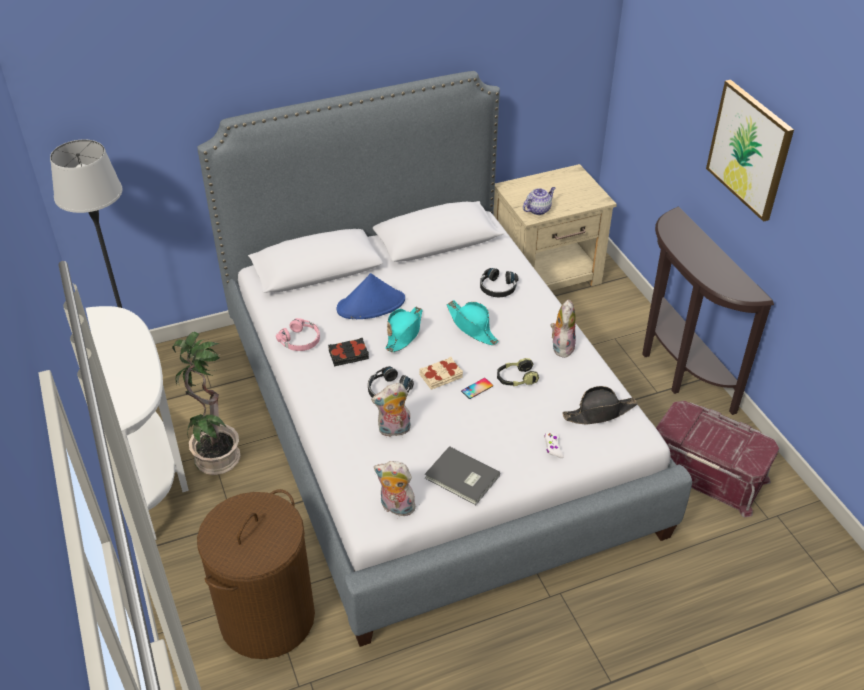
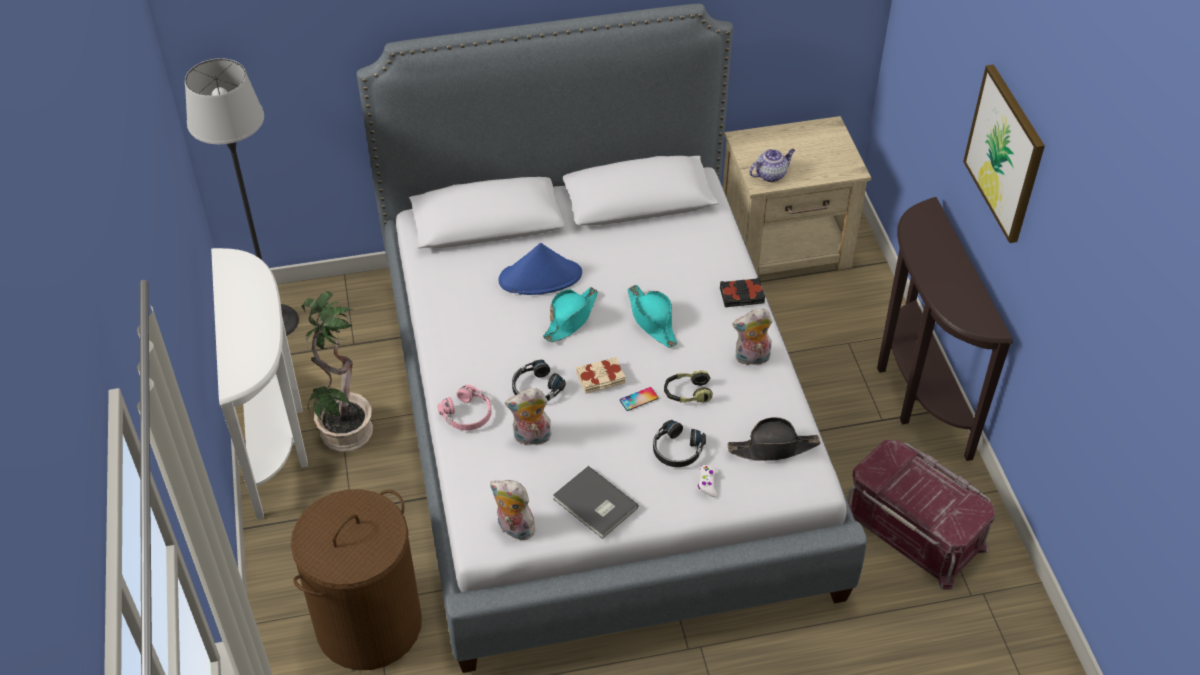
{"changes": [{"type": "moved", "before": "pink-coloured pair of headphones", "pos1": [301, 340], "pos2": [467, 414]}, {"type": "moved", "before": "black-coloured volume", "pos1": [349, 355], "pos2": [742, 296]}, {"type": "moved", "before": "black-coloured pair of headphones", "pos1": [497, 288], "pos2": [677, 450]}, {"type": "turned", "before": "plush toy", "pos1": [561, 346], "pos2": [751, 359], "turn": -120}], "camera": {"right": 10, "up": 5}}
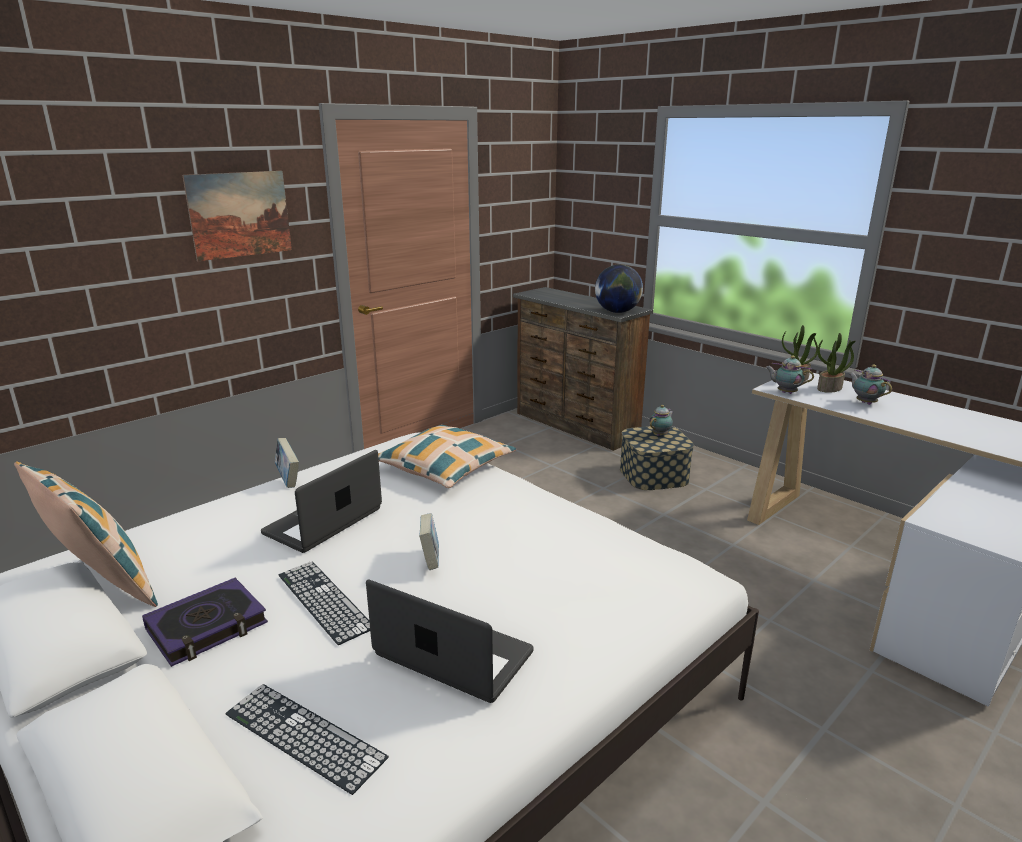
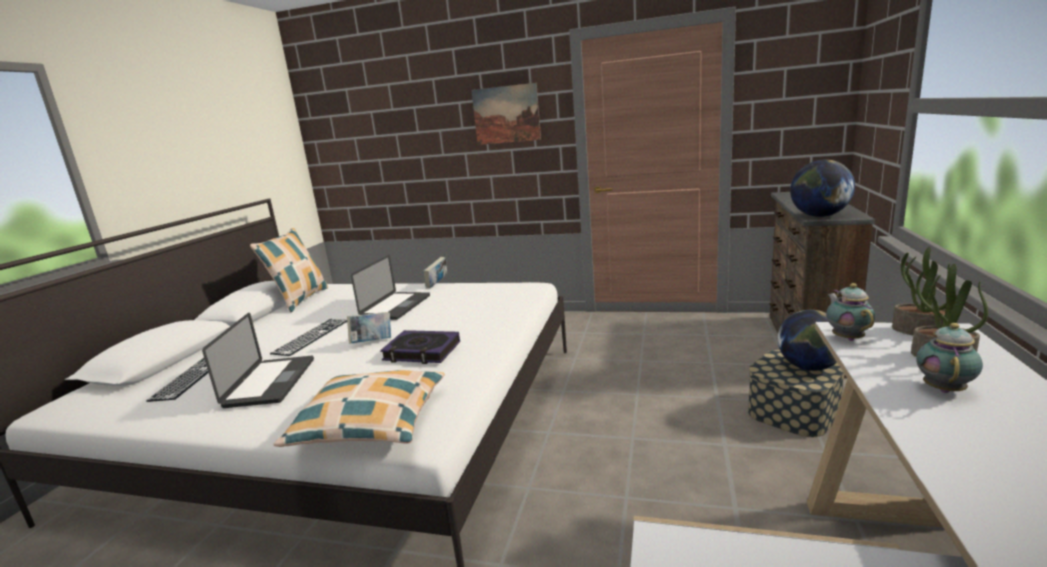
{"changes": [{"type": "moved", "before": "volume", "pos1": [207, 627], "pos2": [422, 352]}, {"type": "moved", "before": "pillow", "pos1": [445, 466], "pos2": [371, 421]}, {"type": "replaced", "before": "teapot", "after": "desk globe", "pos1": [660, 434], "pos2": [808, 367]}, {"type": "turned", "before": "portable computer", "pos1": [323, 521], "pos2": [396, 307], "turn": 105}], "camera": {"right": 60, "up": -5}}
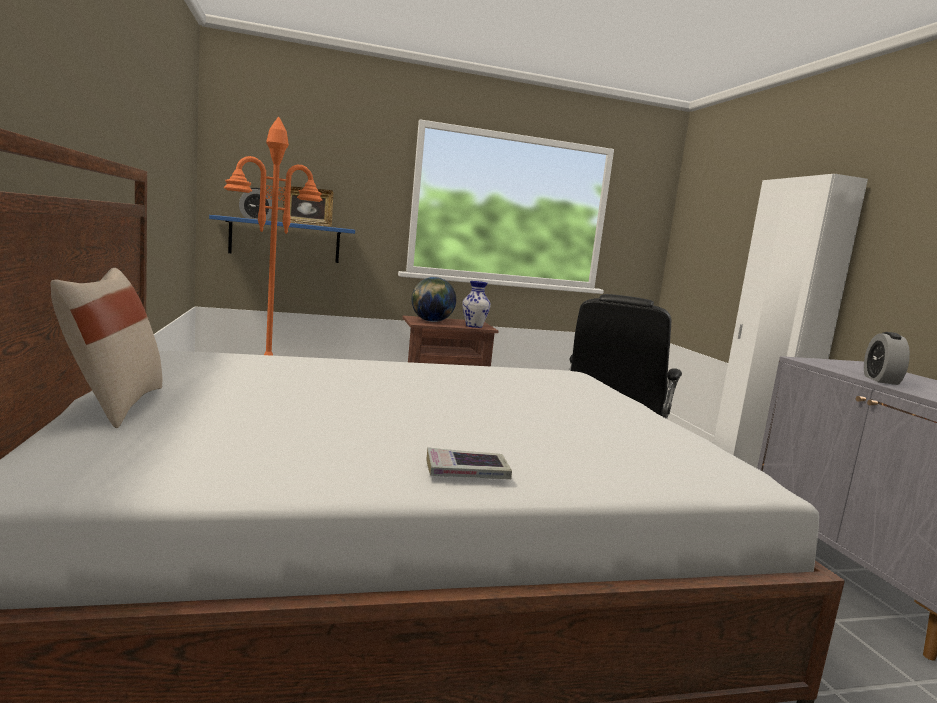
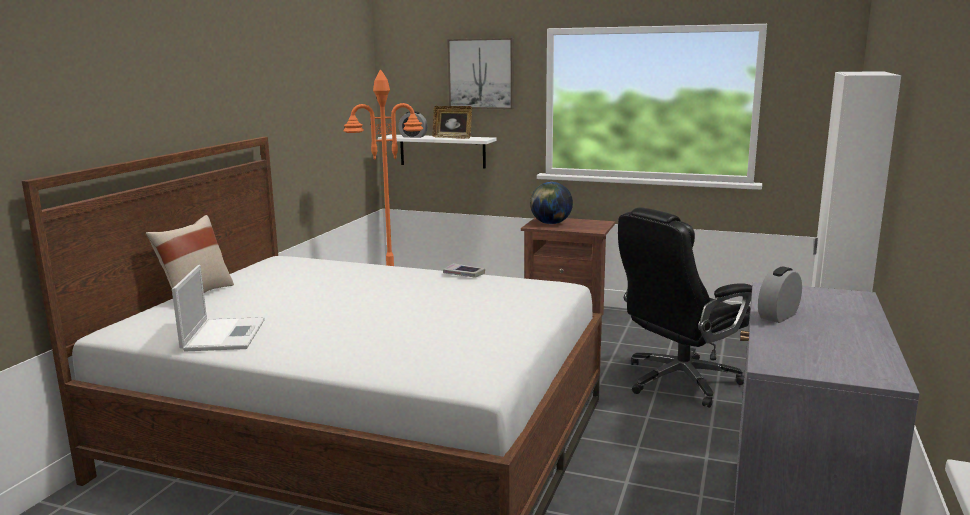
{"changes": [{"type": "removed", "before": "vase", "pos1": [473, 326]}, {"type": "added", "after": "portable computer", "pos2": [224, 334]}, {"type": "added", "after": "picture", "pos2": [481, 73]}, {"type": "moved", "before": "volume", "pos1": [467, 472], "pos2": [464, 274]}, {"type": "recoloured", "before": "bluish bracket shelf", "after": "whitish bracket shelf", "pos1": [285, 240], "pos2": [442, 151]}], "camera": {"right": 35, "up": 5}}
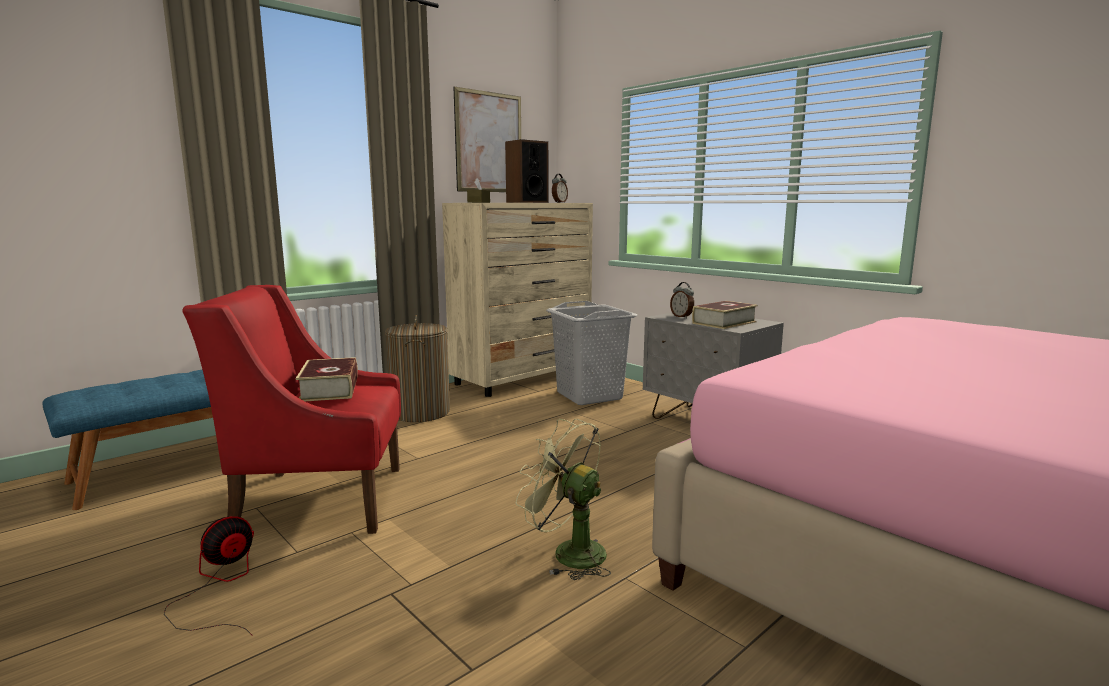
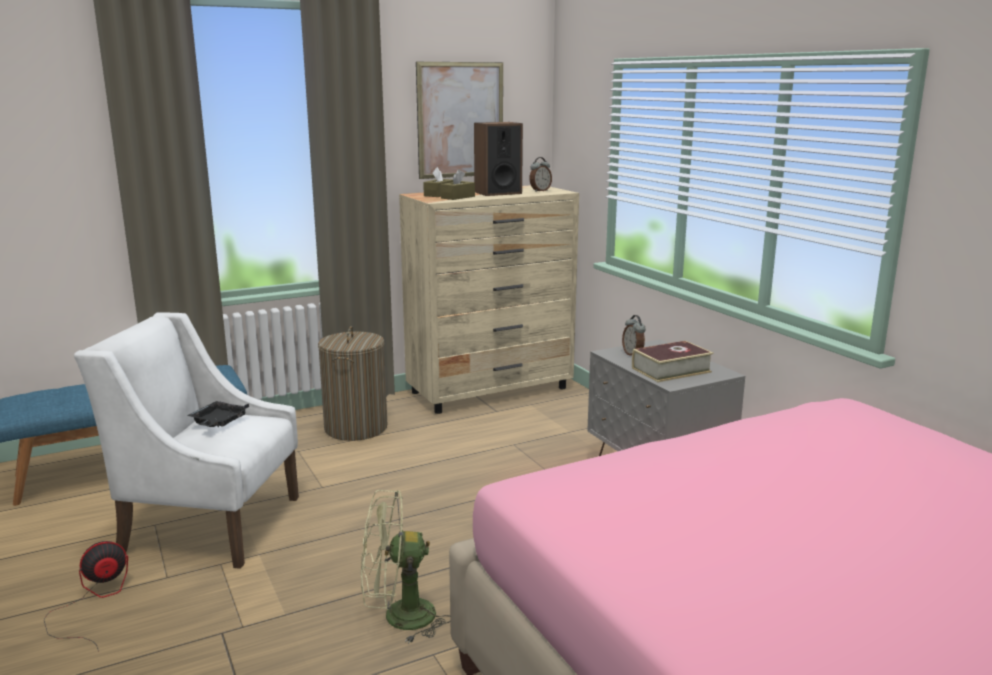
{"changes": [{"type": "removed", "before": "grey laundry basket", "pos1": [589, 396]}, {"type": "added", "after": "brown box of tissues", "pos2": [458, 197]}, {"type": "replaced", "before": "volume", "after": "black-coloured tray", "pos1": [330, 389], "pos2": [218, 422]}, {"type": "recoloured", "before": "red-coloured lounge chair", "after": "whitish lounge chair", "pos1": [319, 500], "pos2": [210, 524]}, {"type": "turned", "before": "greenish fan", "pos1": [568, 552], "pos2": [398, 618], "turn": -60}], "camera": {"right": 15, "up": 5}}
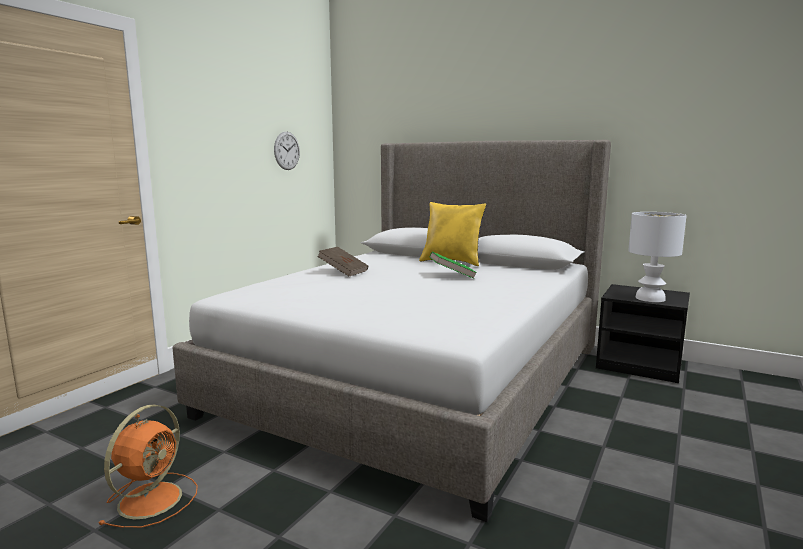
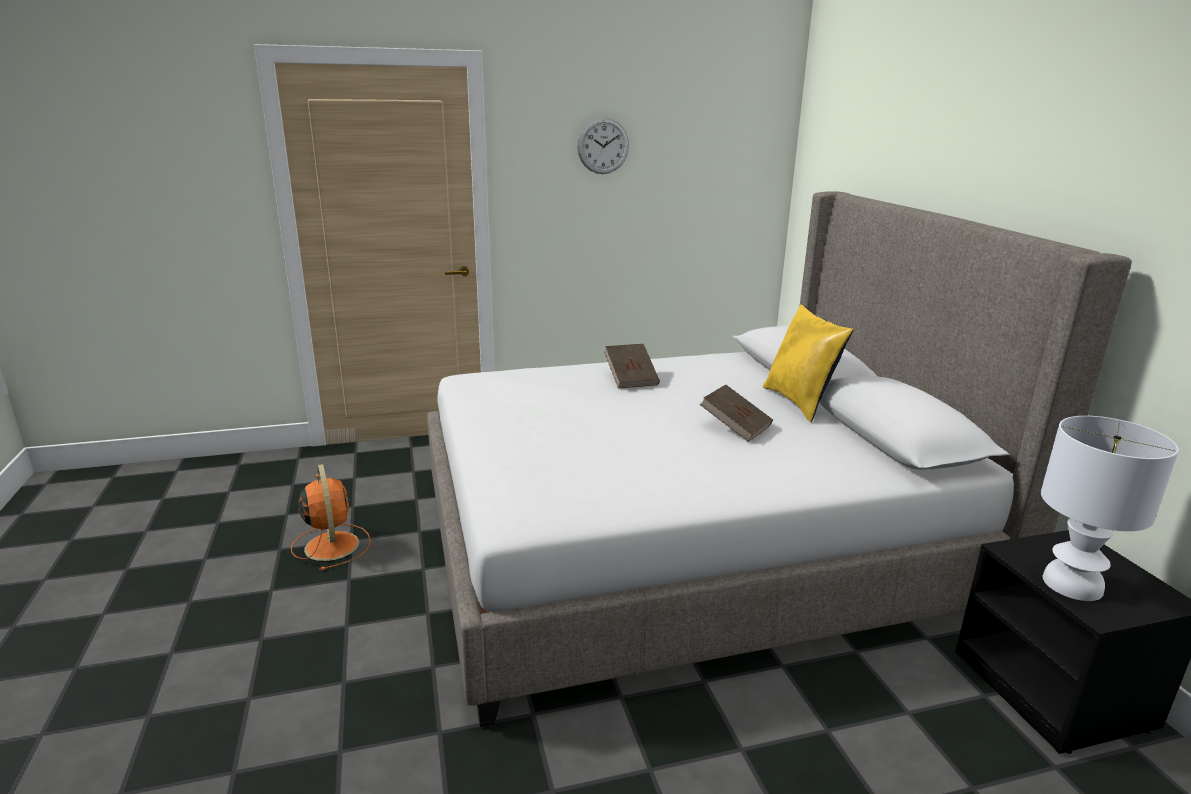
{"changes": [{"type": "moved", "before": "hanging clock", "pos1": [287, 150], "pos2": [603, 146]}, {"type": "recoloured", "before": "greenish volume", "after": "brown volume", "pos1": [452, 276], "pos2": [735, 427]}, {"type": "turned", "before": "orange fan", "pos1": [152, 498], "pos2": [331, 544], "turn": -90}], "camera": {"right": 45, "up": 10}}
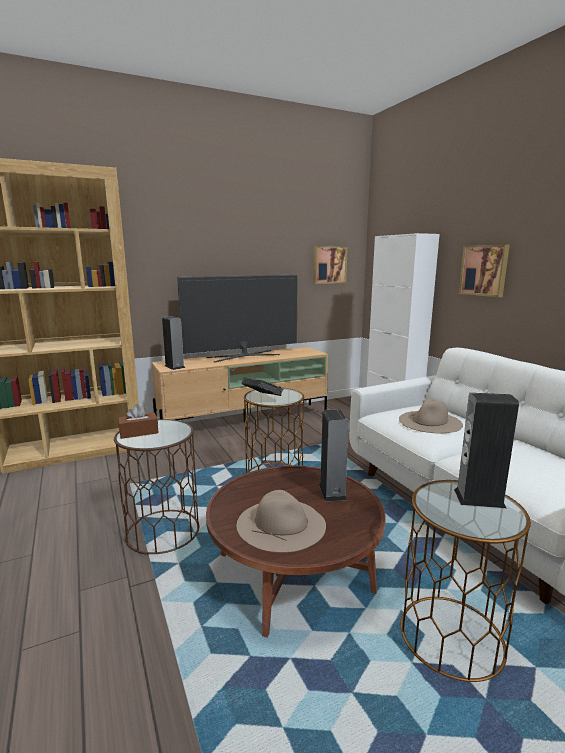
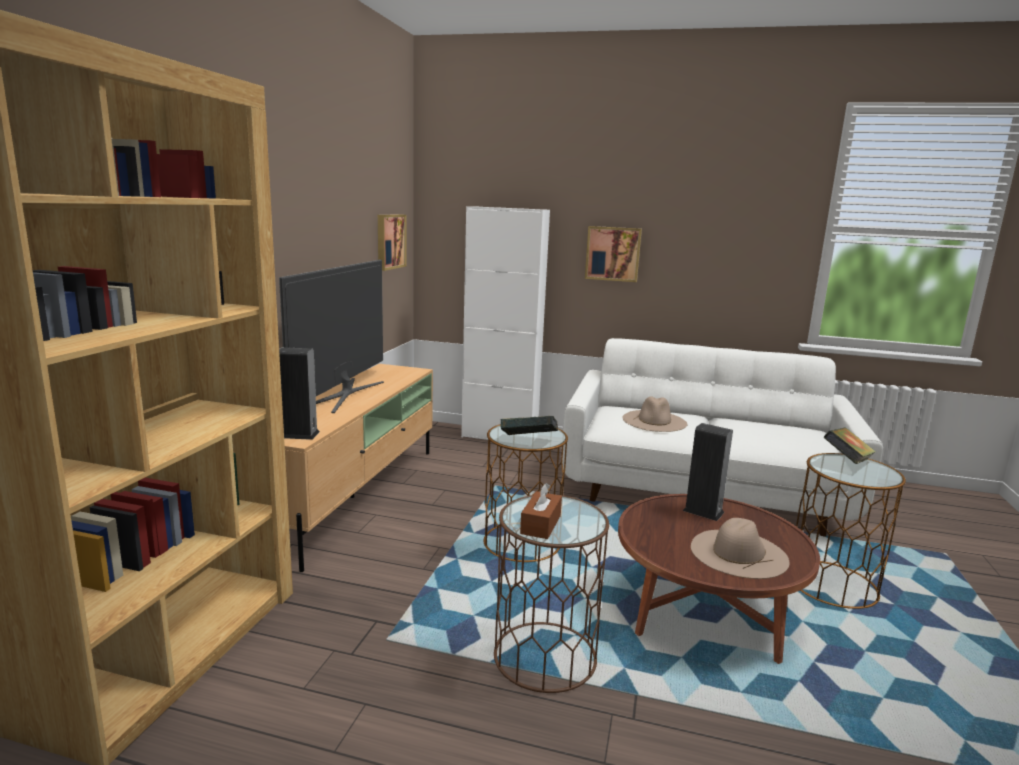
{"changes": [{"type": "replaced", "before": "audio speaker", "after": "volume", "pos1": [479, 498], "pos2": [846, 462]}], "camera": {"right": -50, "up": 0}}
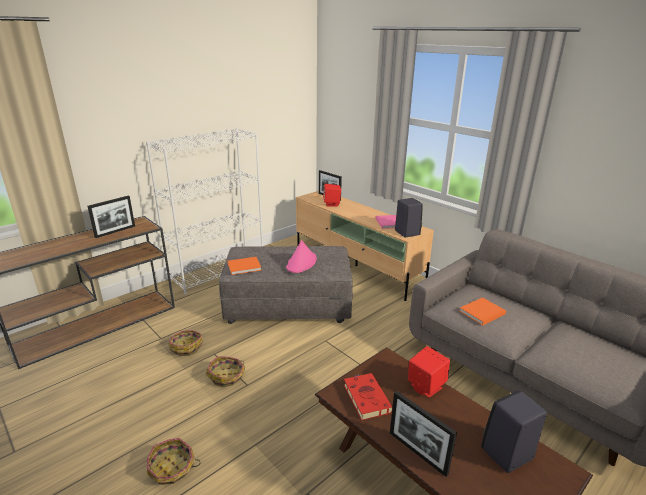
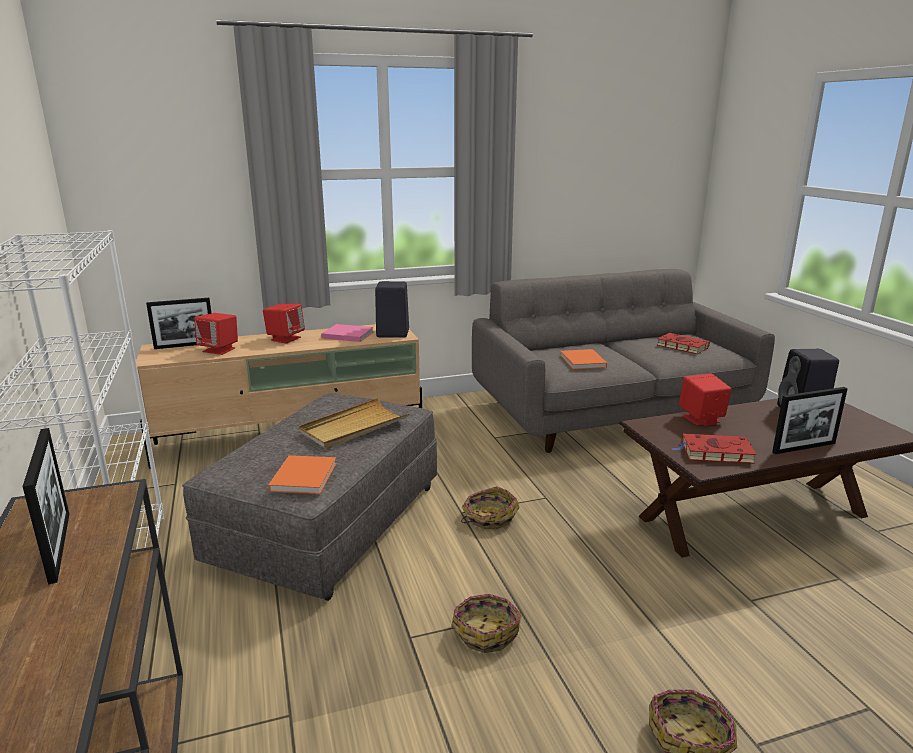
{"changes": [{"type": "added", "after": "red-coloured audio speaker", "pos2": [285, 338]}, {"type": "added", "after": "red-coloured volume", "pos2": [681, 346]}, {"type": "moved", "before": "storage basket", "pos1": [186, 347], "pos2": [488, 517]}, {"type": "replaced", "before": "pink-coloured hat", "after": "sand-coloured tray", "pos1": [301, 263], "pos2": [353, 427]}], "camera": {"right": -65, "up": -5}}
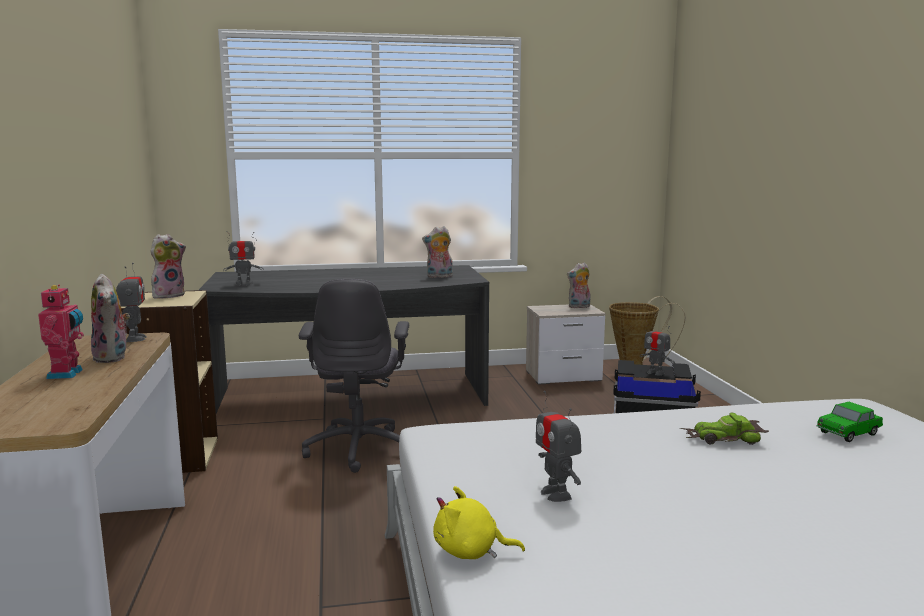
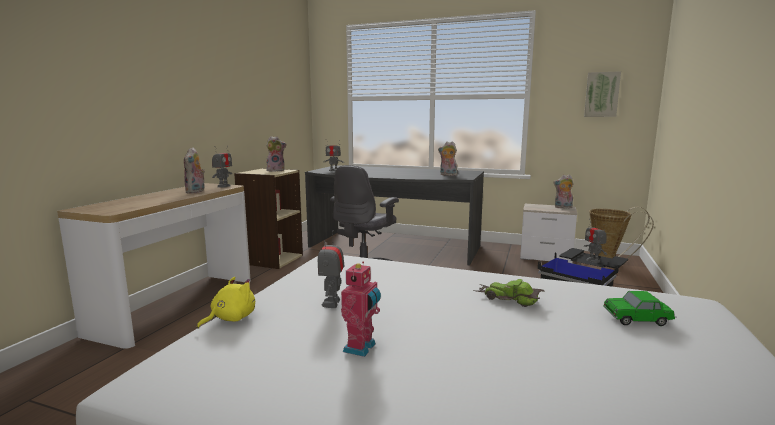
{"changes": [{"type": "added", "after": "picture", "pos2": [601, 94]}, {"type": "moved", "before": "toy robot", "pos1": [67, 374], "pos2": [361, 348]}, {"type": "turned", "before": "yellow-coloured plush toy", "pos1": [470, 551], "pos2": [231, 319], "turn": 90}], "camera": {"right": 30, "up": 0}}
